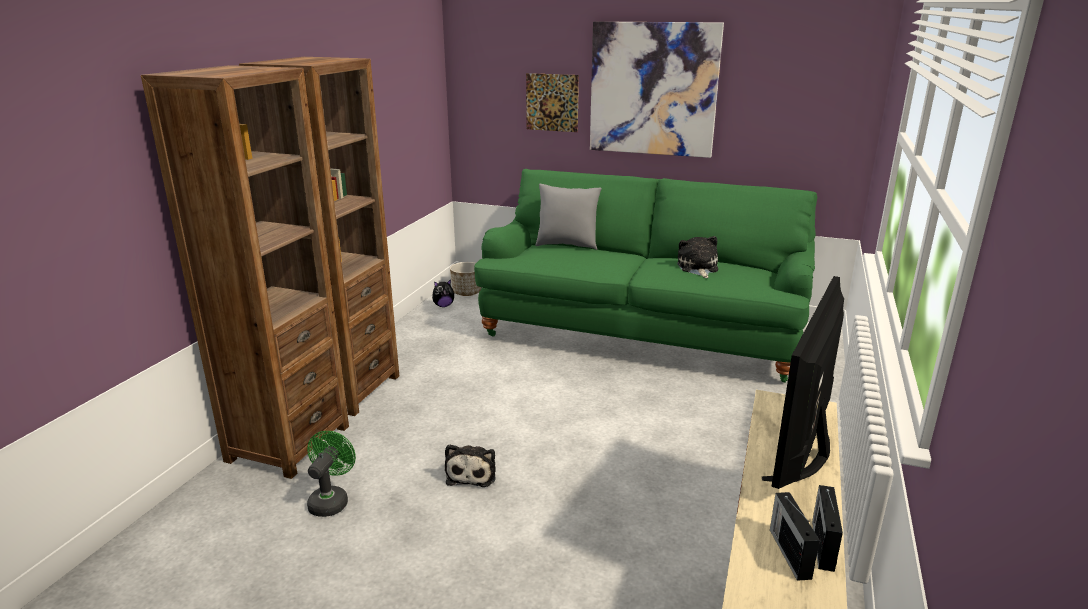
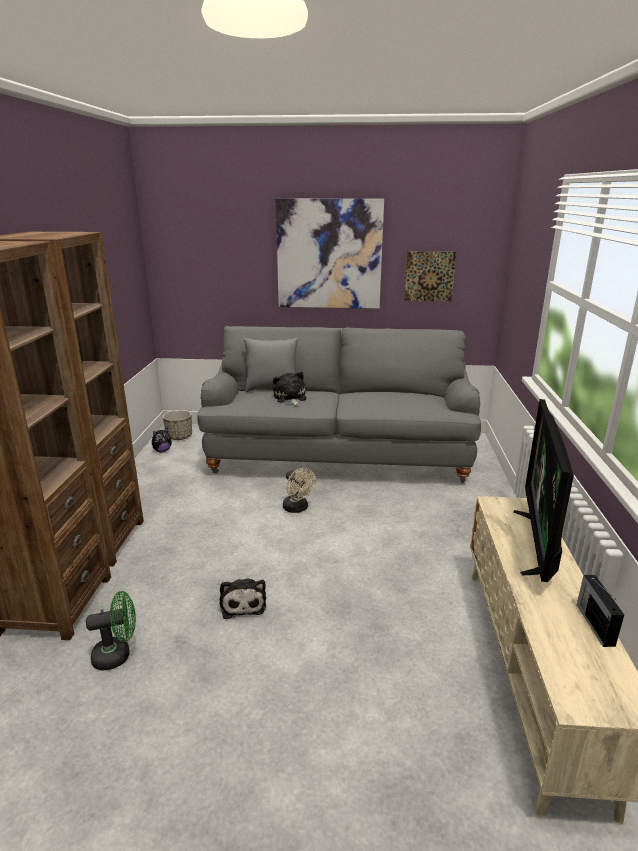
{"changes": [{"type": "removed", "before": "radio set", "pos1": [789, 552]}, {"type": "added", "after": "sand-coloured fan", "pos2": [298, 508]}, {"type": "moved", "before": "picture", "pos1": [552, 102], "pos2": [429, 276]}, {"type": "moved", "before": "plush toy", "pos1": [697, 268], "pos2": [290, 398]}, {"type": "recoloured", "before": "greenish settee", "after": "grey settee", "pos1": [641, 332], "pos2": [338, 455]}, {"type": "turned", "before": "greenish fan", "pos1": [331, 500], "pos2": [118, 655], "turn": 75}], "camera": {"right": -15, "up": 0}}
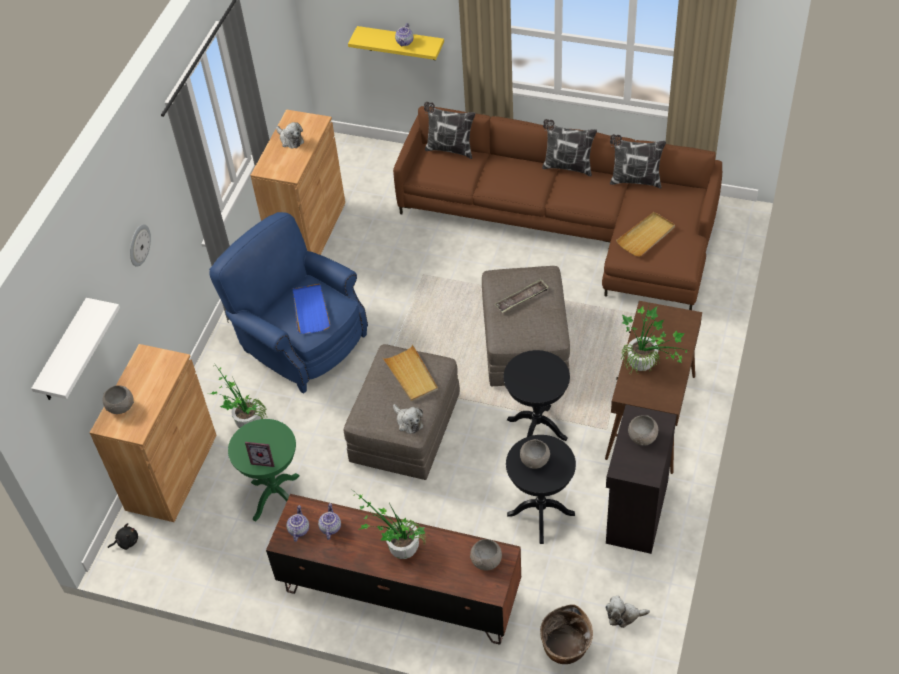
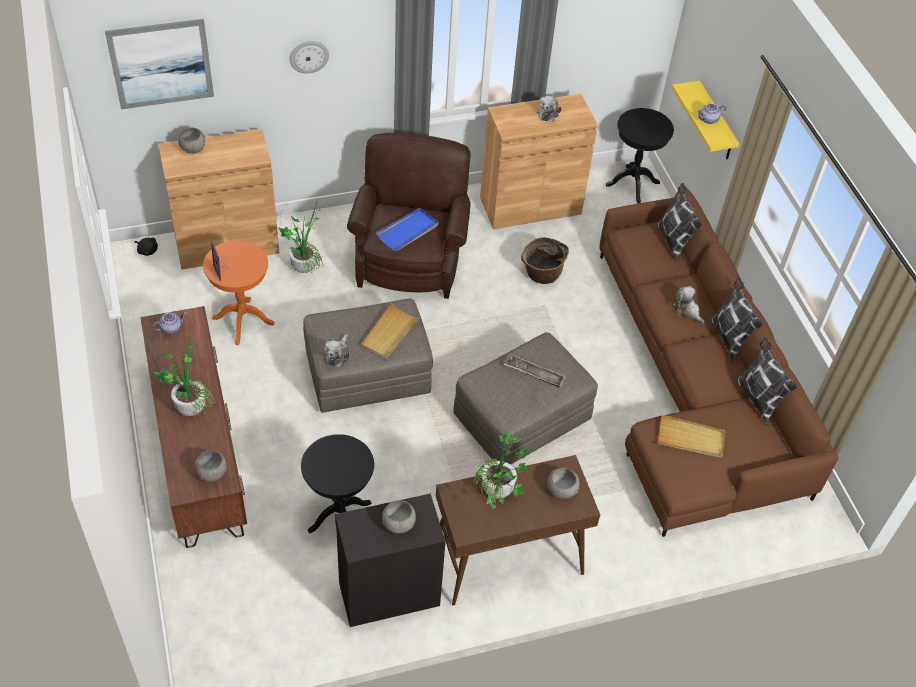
{"changes": [{"type": "removed", "before": "teapot", "pos1": [330, 527]}, {"type": "moved", "before": "black-coloured end table", "pos1": [537, 429], "pos2": [632, 184]}, {"type": "moved", "before": "grey serving bowl", "pos1": [534, 461], "pos2": [561, 490]}, {"type": "moved", "before": "storage basket", "pos1": [565, 650], "pos2": [541, 275]}, {"type": "moved", "before": "plush toy", "pos1": [624, 615], "pos2": [687, 311]}, {"type": "replaced", "before": "whitish bracket shelf", "after": "picture", "pos1": [64, 353], "pos2": [161, 64]}, {"type": "recoloured", "before": "bluish lounge chair", "after": "brown lounge chair", "pos1": [300, 340], "pos2": [410, 258]}, {"type": "recoloured", "before": "greenish end table", "after": "orange end table", "pos1": [276, 497], "pos2": [243, 321]}], "camera": {"right": 50, "up": 0}}
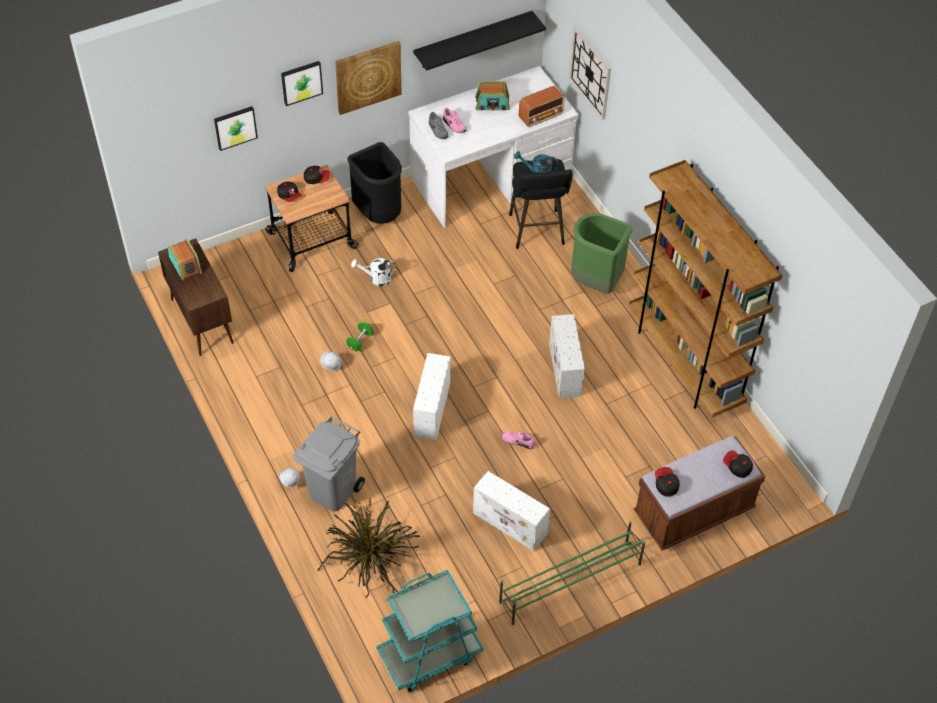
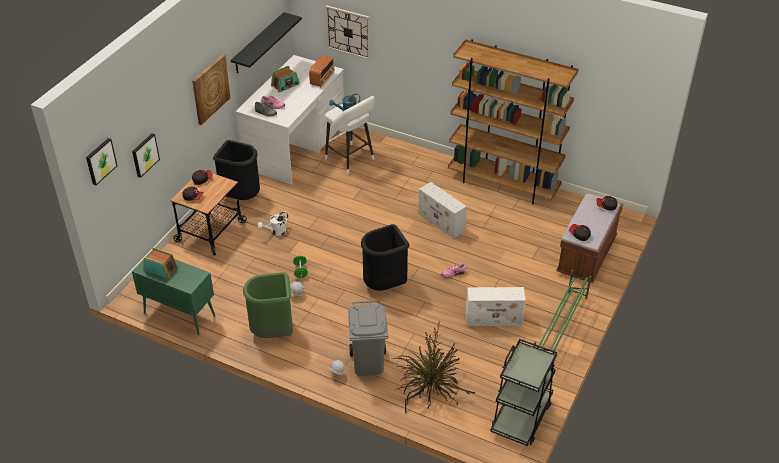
{"changes": [{"type": "moved", "before": "picture", "pos1": [301, 82], "pos2": [100, 161]}, {"type": "moved", "before": "greenish trash can", "pos1": [596, 282], "pos2": [273, 332]}, {"type": "replaced", "before": "whitish storage container", "after": "black-coloured trash can", "pos1": [432, 410], "pos2": [385, 285]}, {"type": "recoloured", "before": "brown storage cabinet", "after": "greenish storage cabinet", "pos1": [201, 320], "pos2": [179, 314]}, {"type": "recoloured", "before": "blue-green trolley", "after": "black-coloured trolley", "pos1": [429, 654], "pos2": [521, 417]}, {"type": "recoloured", "before": "black-coloured stool seat", "after": "whitish stool seat", "pos1": [537, 232], "pos2": [351, 160]}], "camera": {"right": -35, "up": -10}}
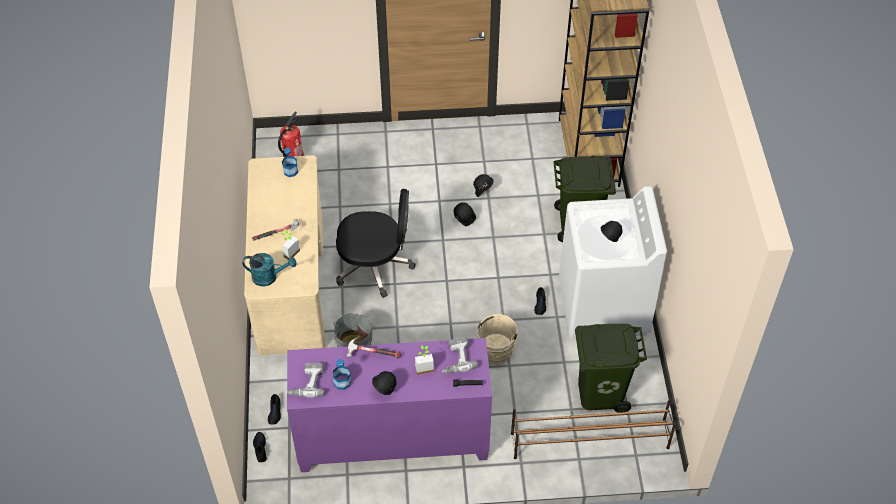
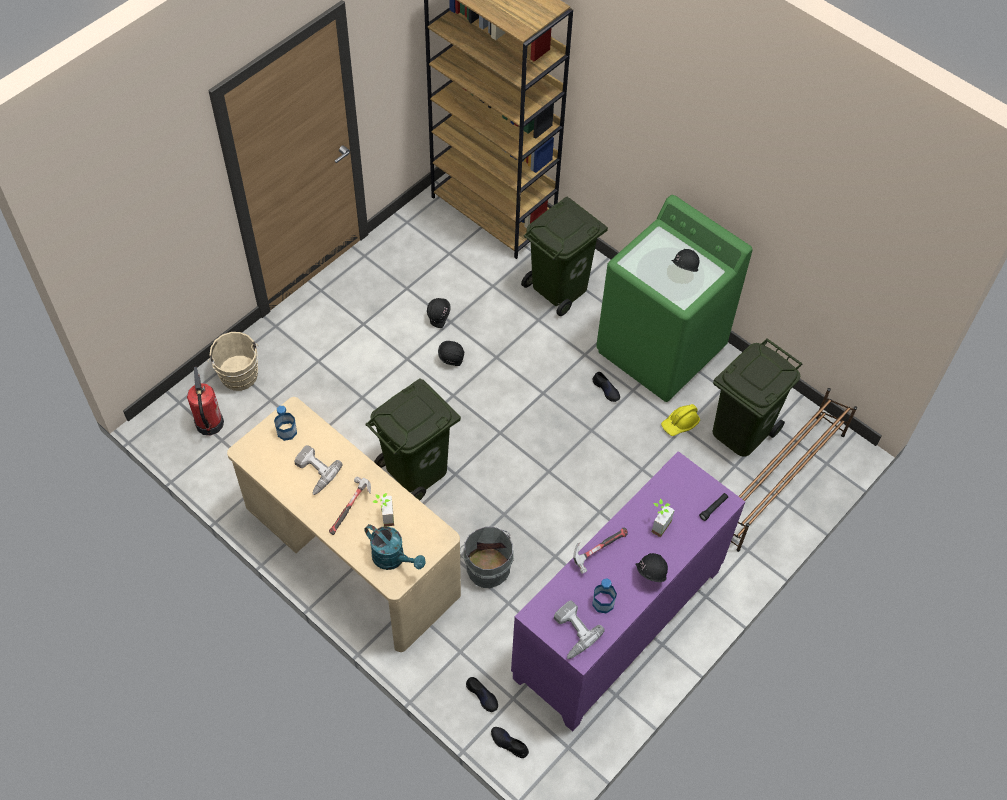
{"changes": [{"type": "added", "after": "yellow-coloured hard hat", "pos2": [680, 423]}, {"type": "moved", "before": "drill", "pos1": [456, 359], "pos2": [314, 473]}, {"type": "moved", "before": "sand-coloured pail", "pos1": [495, 353], "pos2": [239, 378]}, {"type": "replaced", "before": "black-coloured desk chair", "after": "greenish trash can", "pos1": [375, 266], "pos2": [417, 471]}, {"type": "recoloured", "before": "whitish washing machine", "after": "greenish washing machine", "pos1": [603, 306], "pos2": [661, 350]}, {"type": "turned", "before": "blue-green sprinkling can", "pos1": [269, 277], "pos2": [393, 559], "turn": 75}], "camera": {"right": -45, "up": 5}}
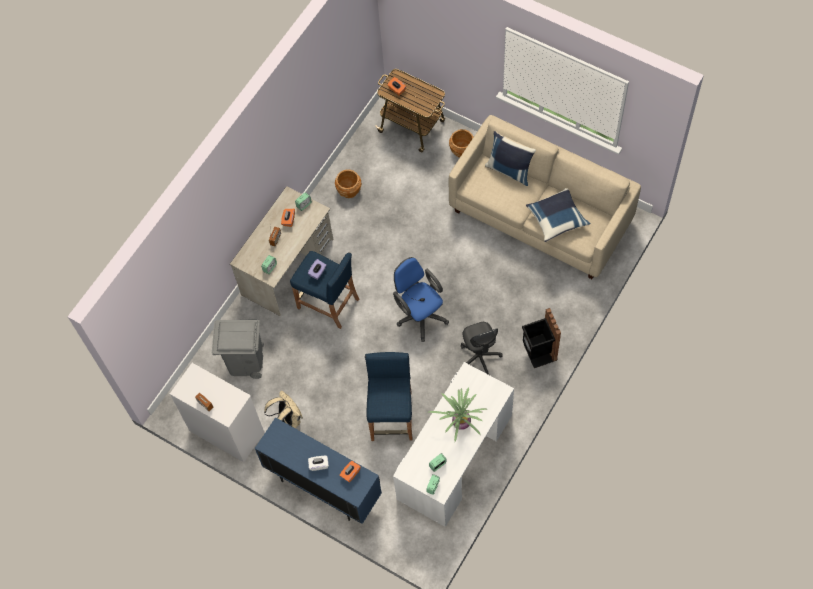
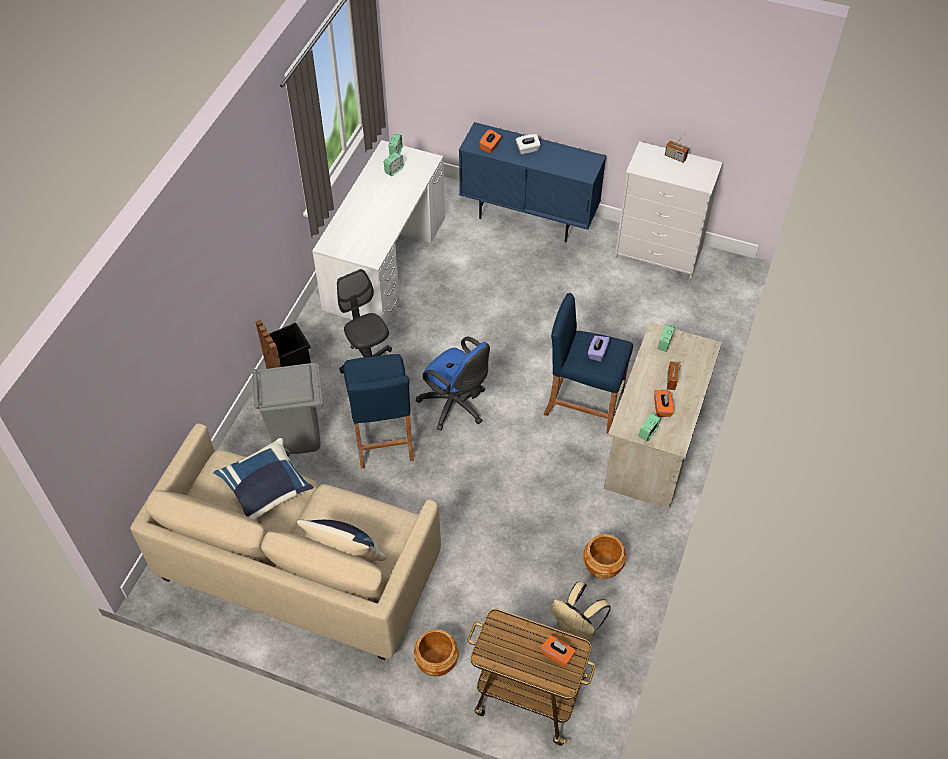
{"changes": [{"type": "removed", "before": "plant in a pot", "pos1": [460, 422]}, {"type": "moved", "before": "grey trash can", "pos1": [246, 362], "pos2": [297, 436]}, {"type": "moved", "before": "sand-coloured backpack", "pos1": [288, 420], "pos2": [577, 630]}, {"type": "moved", "before": "bluish stool seat", "pos1": [392, 416], "pos2": [382, 435]}], "camera": {"right": 165, "up": -10}}
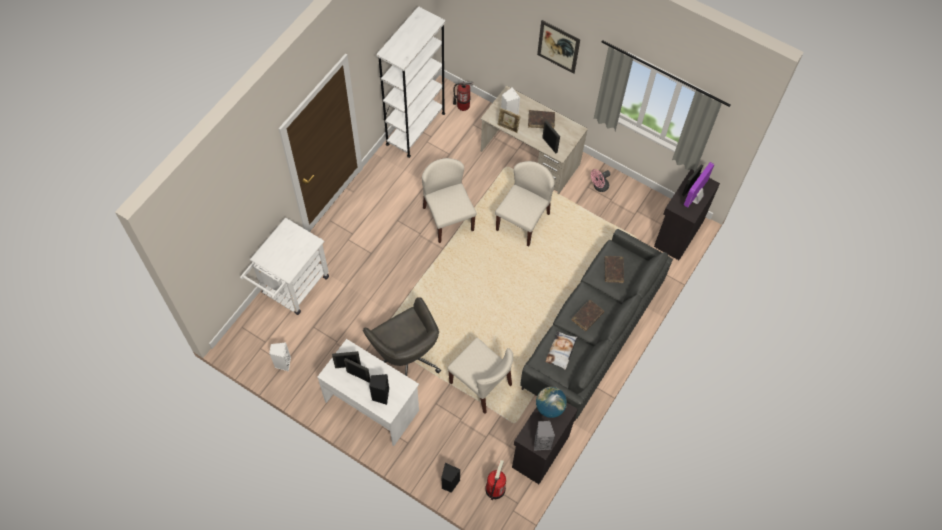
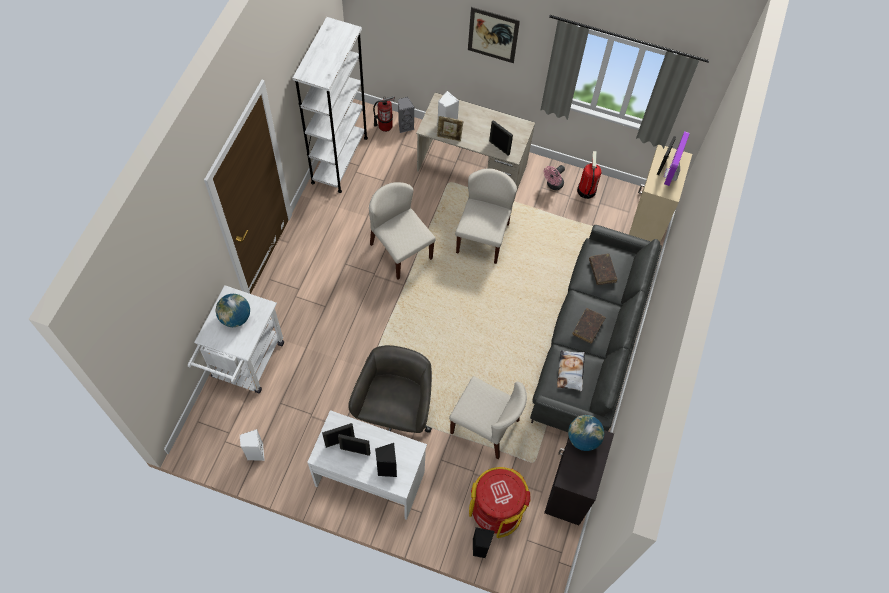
{"changes": [{"type": "removed", "before": "brown volume", "pos1": [541, 121]}, {"type": "added", "after": "desk globe", "pos2": [235, 318]}, {"type": "added", "after": "red-coloured trash can", "pos2": [496, 510]}, {"type": "moved", "before": "fire extinguisher", "pos1": [495, 489], "pos2": [586, 190]}, {"type": "moved", "before": "grey audio speaker", "pos1": [542, 442], "pos2": [405, 126]}, {"type": "recoloured", "before": "black-coloured storage cabinet", "after": "sand-coloured storage cabinet", "pos1": [677, 234], "pos2": [648, 219]}, {"type": "turned", "before": "grey desk chair", "pos1": [407, 357], "pos2": [395, 414], "turn": -120}], "camera": {"right": -15, "up": 0}}
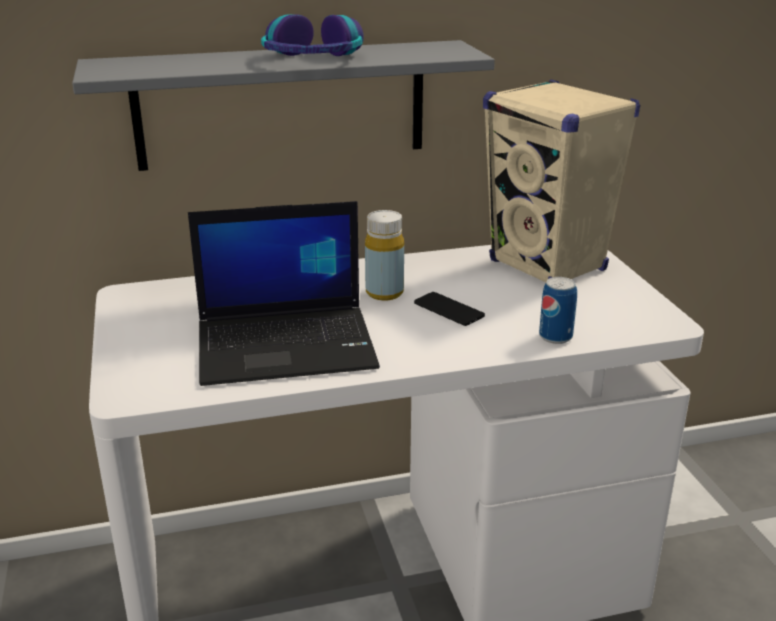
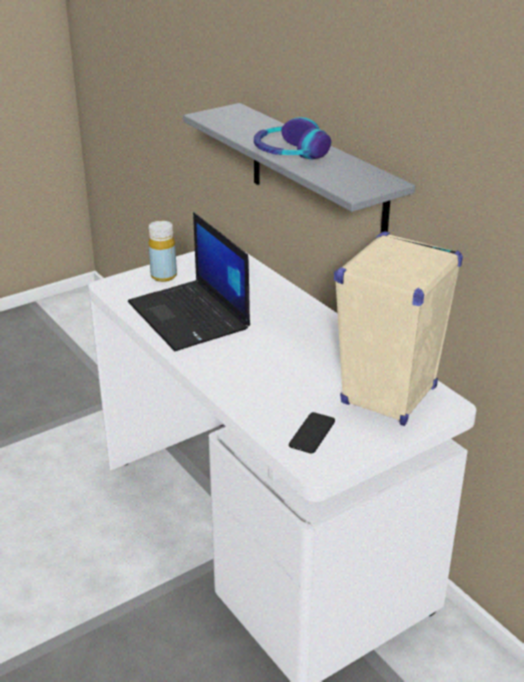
{"changes": [{"type": "removed", "before": "metal can", "pos1": [555, 337]}, {"type": "moved", "before": "yellow-coloured bottle", "pos1": [384, 293], "pos2": [163, 276]}, {"type": "moved", "before": "handset", "pos1": [448, 310], "pos2": [312, 433]}], "camera": {"right": 70, "up": 5}}
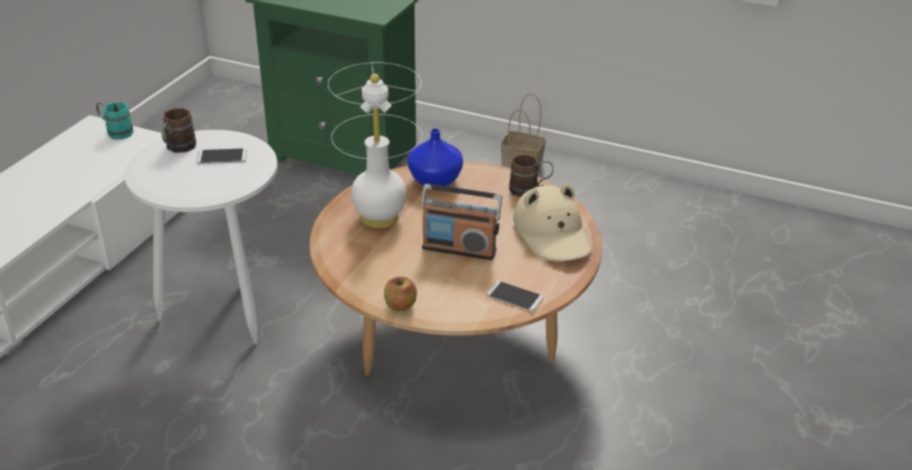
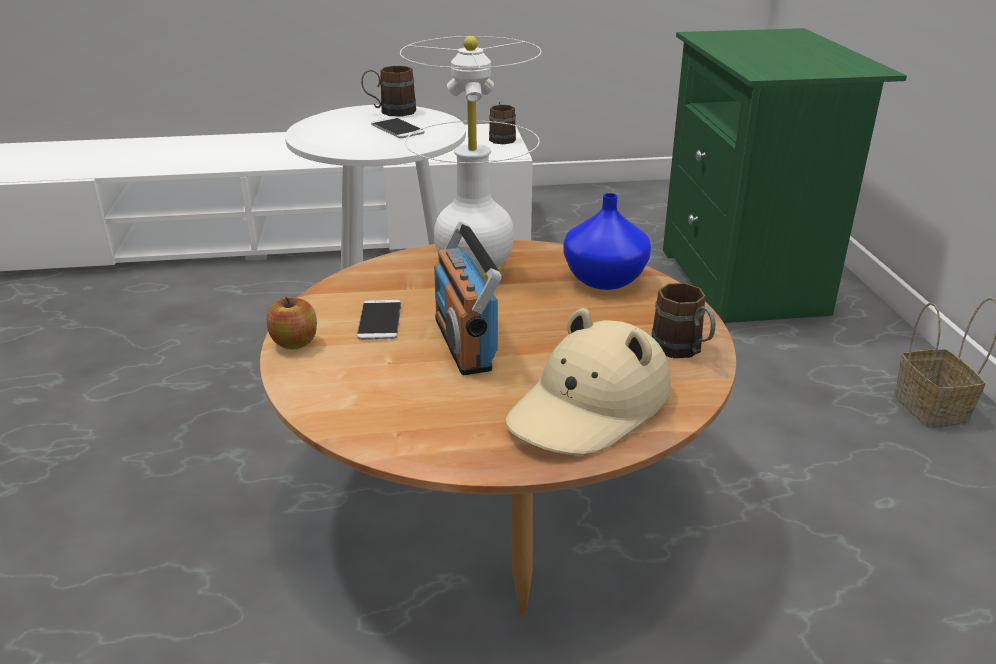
{"changes": [{"type": "moved", "before": "handset", "pos1": [514, 297], "pos2": [379, 320]}, {"type": "recoloured", "before": "blue-green mug", "after": "brown mug", "pos1": [115, 132], "pos2": [501, 138]}], "camera": {"right": 60, "up": -5}}
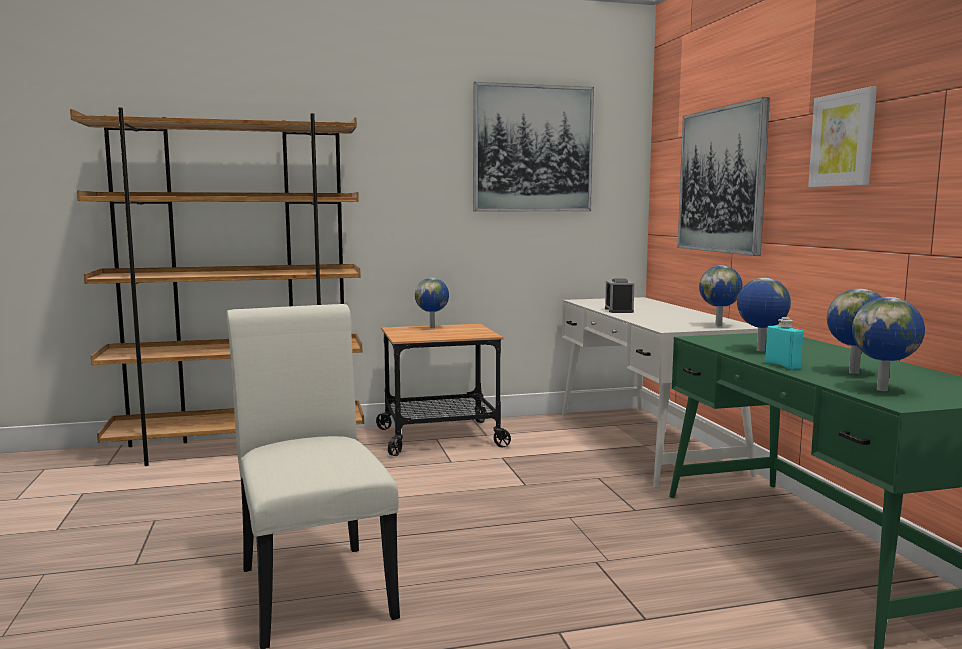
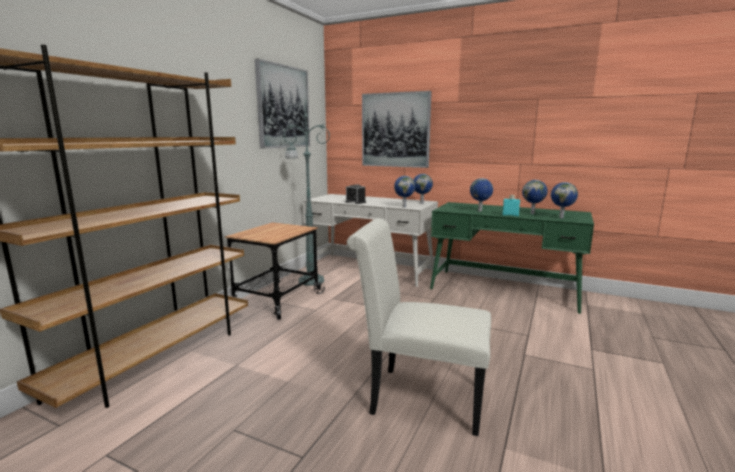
{"changes": [{"type": "removed", "before": "picture", "pos1": [843, 139]}, {"type": "added", "after": "greenish standard lamp", "pos2": [310, 280]}, {"type": "moved", "before": "desk globe", "pos1": [433, 327], "pos2": [404, 206]}], "camera": {"right": -50, "up": 5}}
